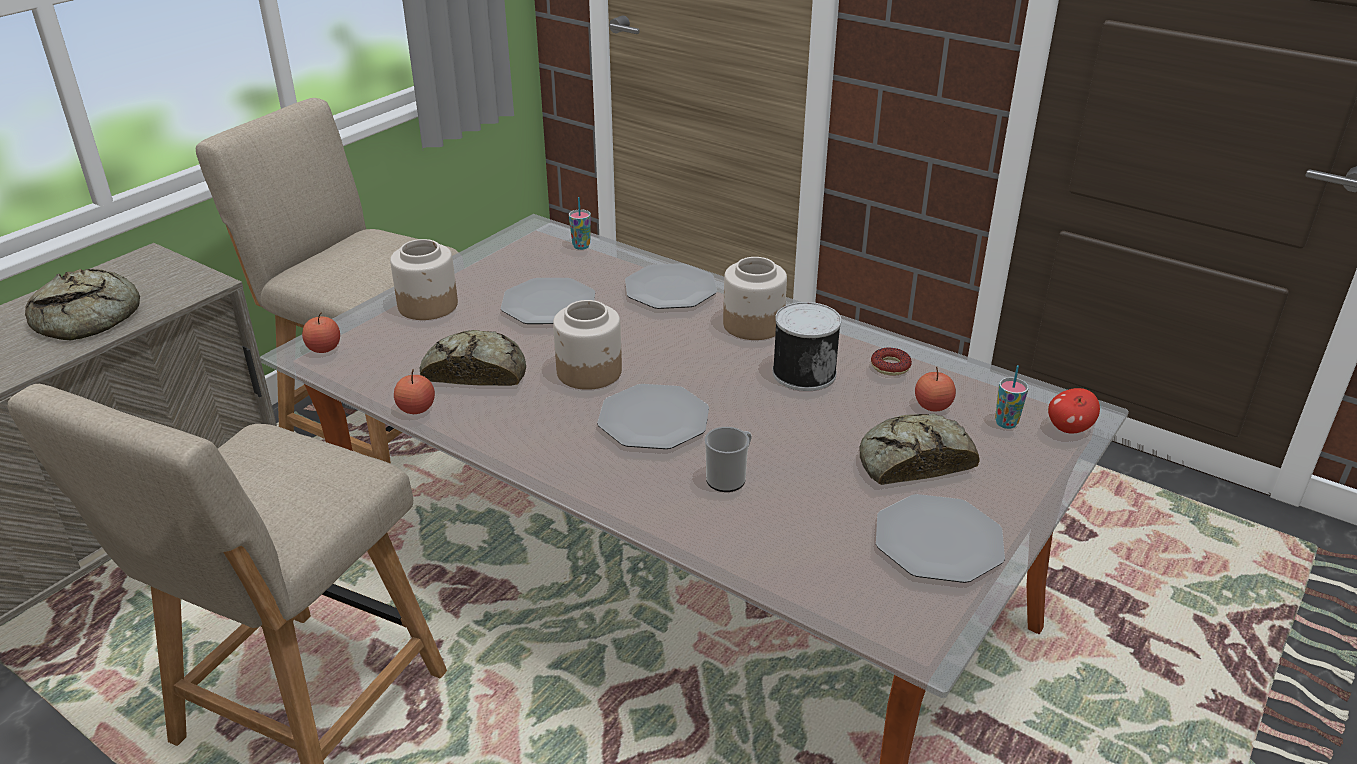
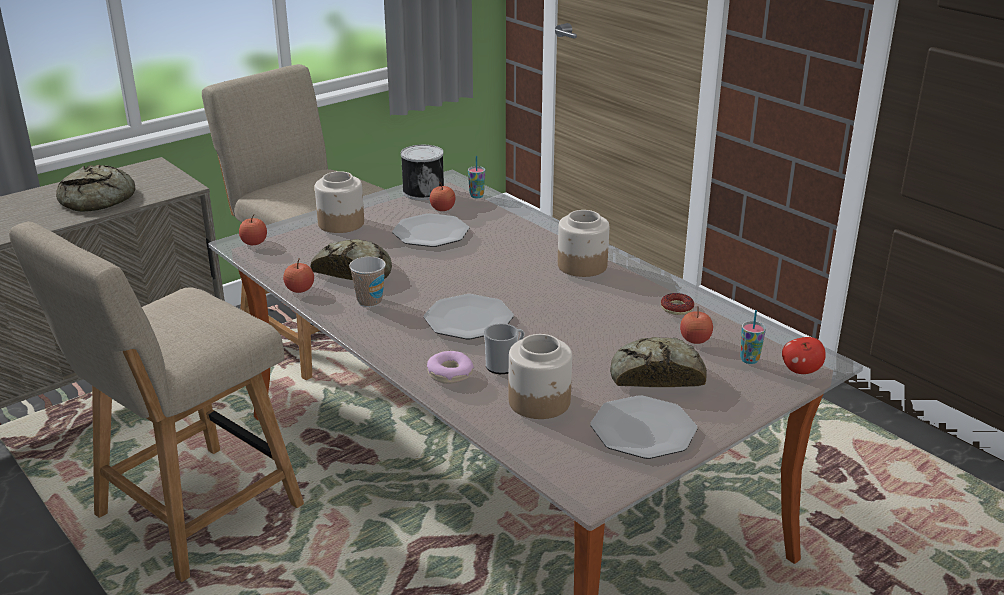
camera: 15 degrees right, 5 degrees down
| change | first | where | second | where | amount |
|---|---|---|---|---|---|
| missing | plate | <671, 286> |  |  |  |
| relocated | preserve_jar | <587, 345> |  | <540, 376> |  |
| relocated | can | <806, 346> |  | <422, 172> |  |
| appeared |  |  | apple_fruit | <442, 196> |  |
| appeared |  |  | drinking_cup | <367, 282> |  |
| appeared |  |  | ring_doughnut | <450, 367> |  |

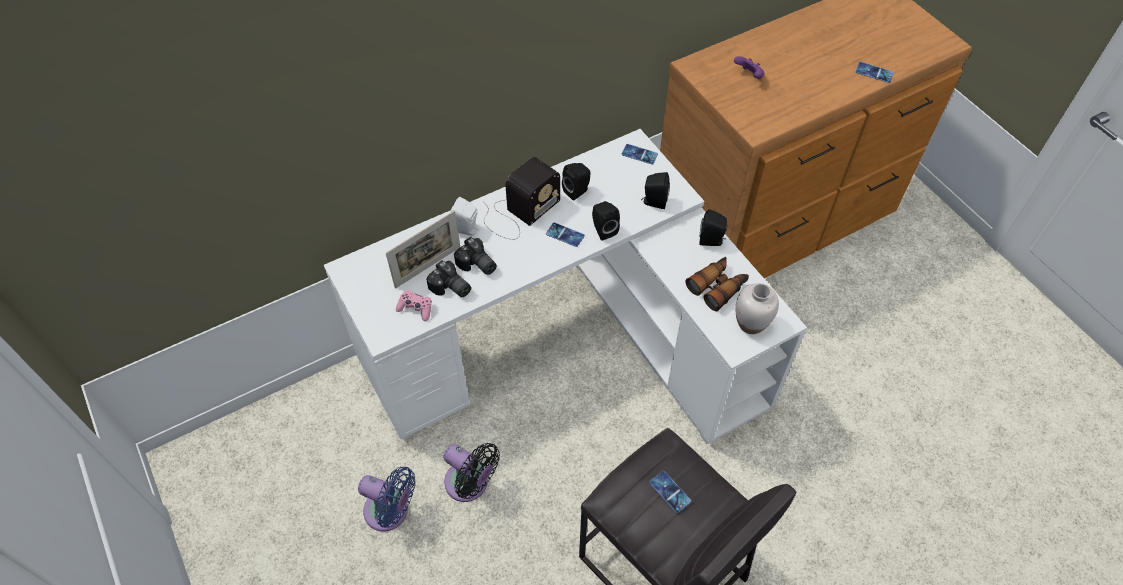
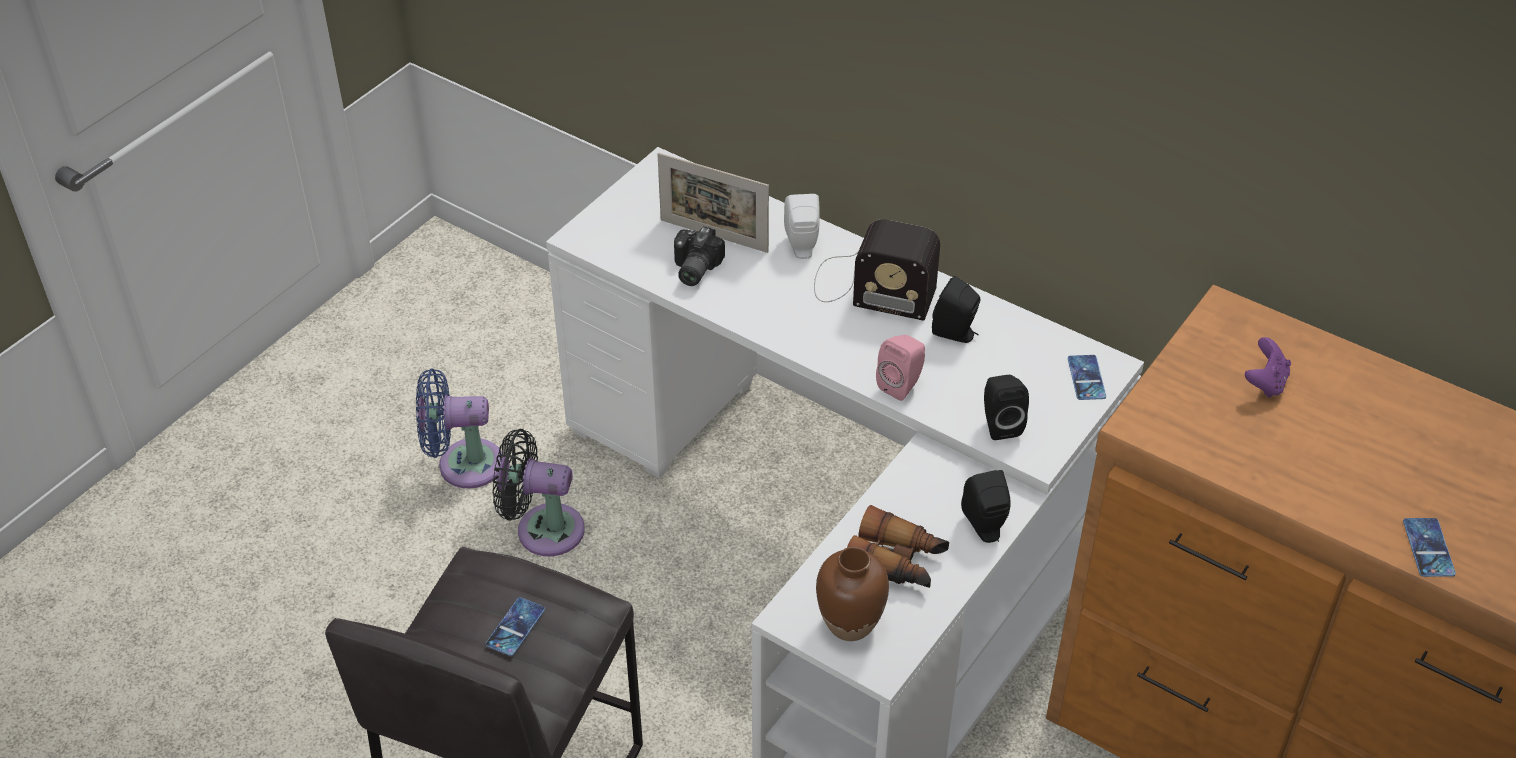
camera: 65 degrees right, 10 degrees down
| change | first | where | second | where | amount |
|---|---|---|---|---|---|
| colour | black_loudspeaker | <606, 220> | pink-coloured_loudspeaker | <900, 368> |  |
| missing | telephone | <565, 234> |  |  |  |
| missing | still_camera | <475, 256> |  |  |  |
| colour | white_flower_vase | <757, 308> | brown-coloured_flower_vase | <852, 594> |  |
| missing | pink-coloured_gamepad | <413, 305> |  |  |  |
| spun | black_electric_fan | <471, 472> |  | <538, 492> | 90 degrees clockwise |
| spun | blue-coloured_electric_fan | <386, 499> |  | <459, 428> | 90 degrees clockwise |

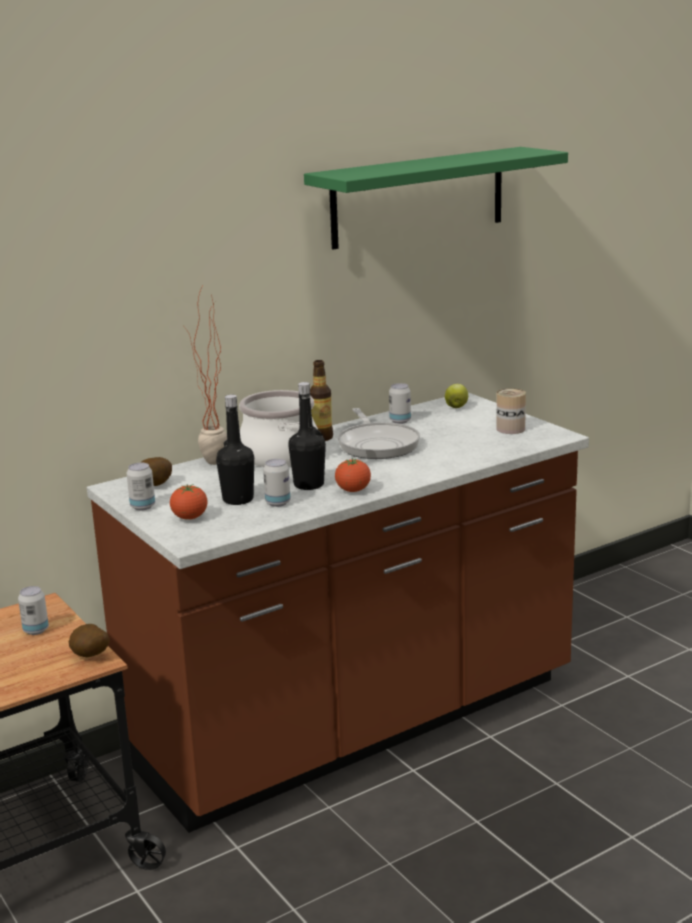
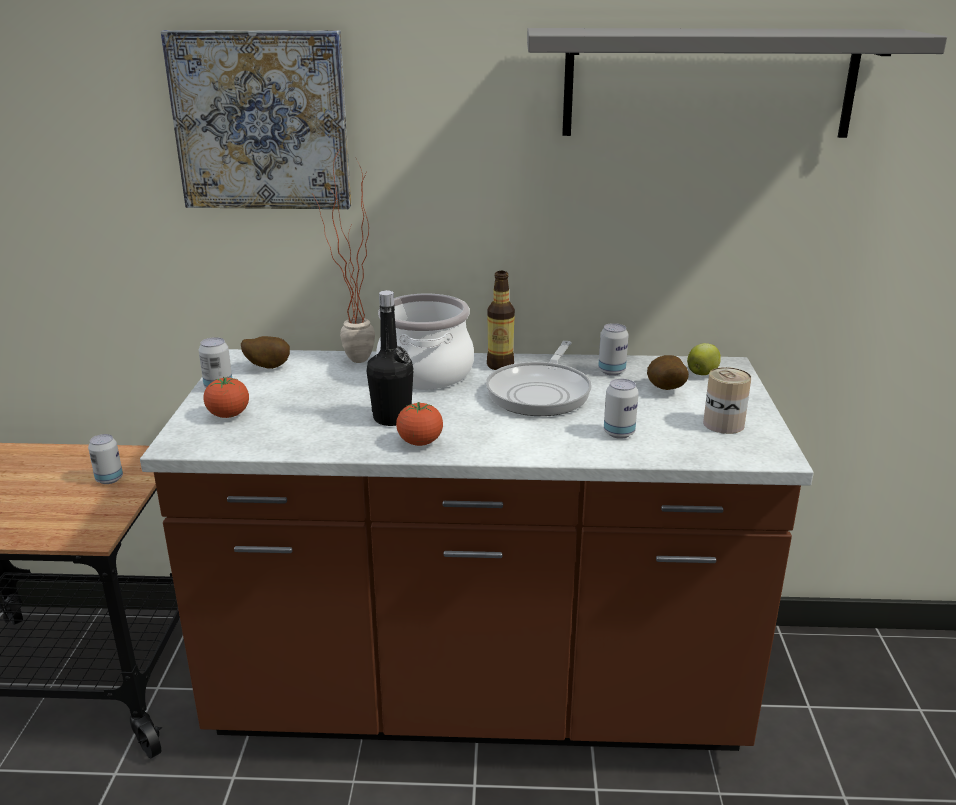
camera: 35 degrees right, 5 degrees up
| change | first | where | second | where | amount |
|---|---|---|---|---|---|
| colour | green-coloured_bracket_shelf | <436, 198> | gray_bracket_shelf | <737, 83> |  |
| missing | black_beverage_bottle | <235, 449> |  |  |  |
| relocated | can | <277, 483> |  | <621, 409> |  |
| relocated | spud | <89, 640> |  | <668, 372> |  |
| appeared |  |  | wall_picture | <256, 119> |  |

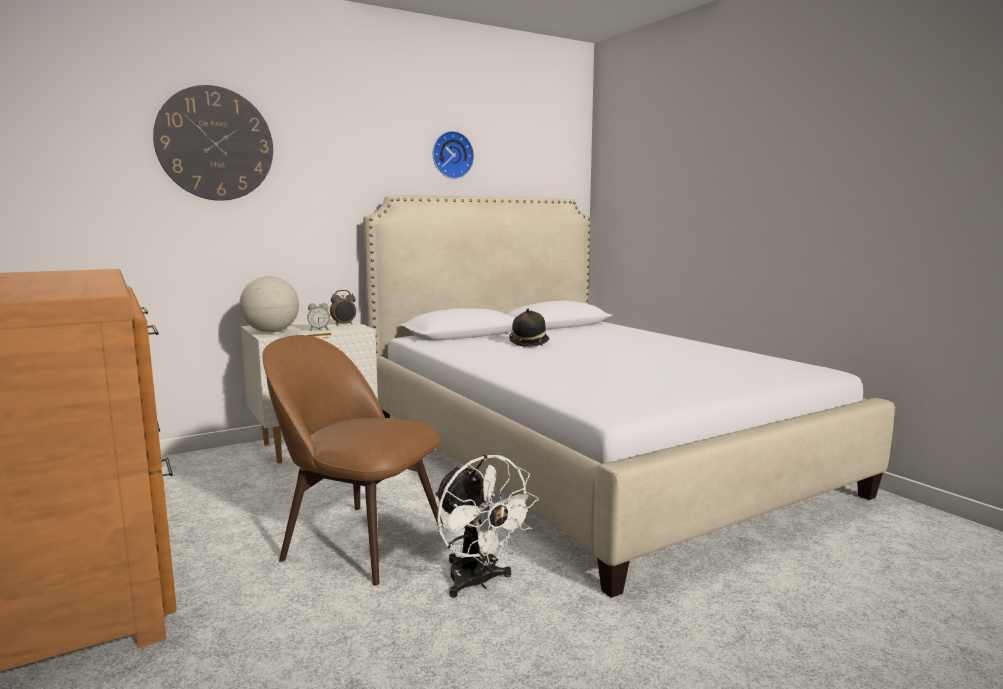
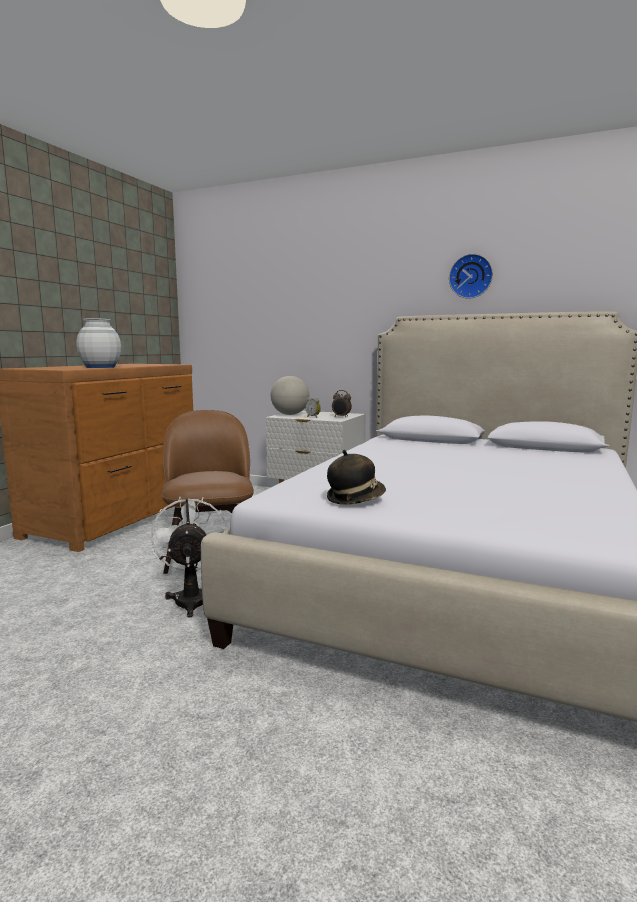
camera: 55 degrees right, 0 degrees up
| change | first | where | second | where | amount |
|---|---|---|---|---|---|
| missing | hanging_clock | <213, 143> |  |  |  |
| relocated | clothing_hat | <529, 327> |  | <356, 477> |  |
| spun | white_electric_fan | <487, 526> |  | <189, 557> | 150 degrees clockwise |
| appeared |  |  | white_flower_vase | <99, 343> |  |

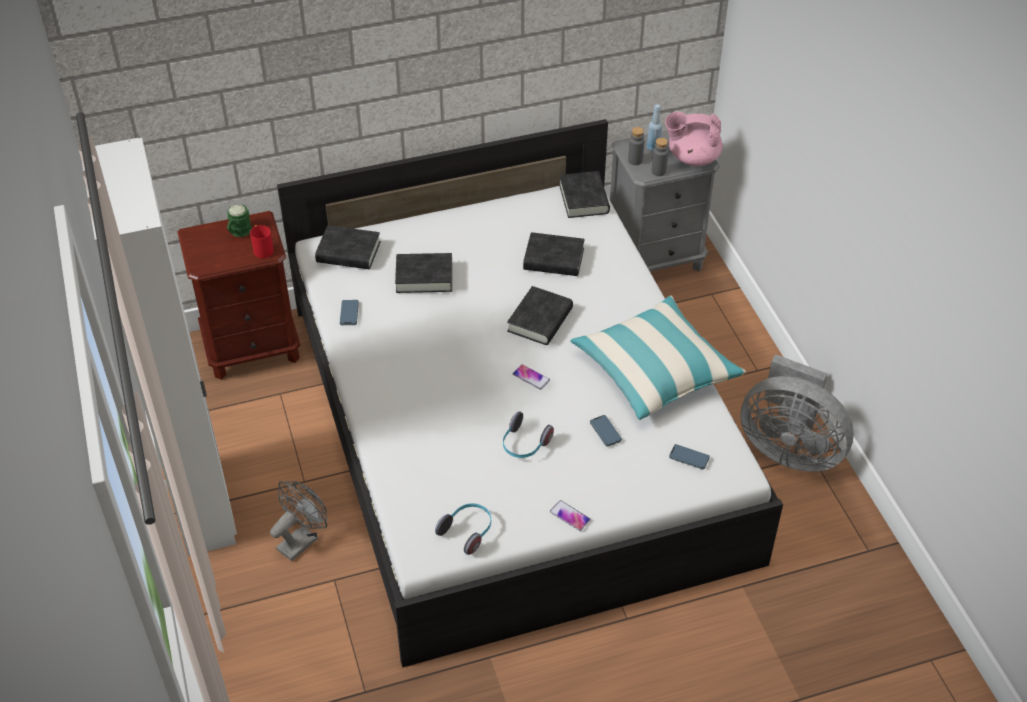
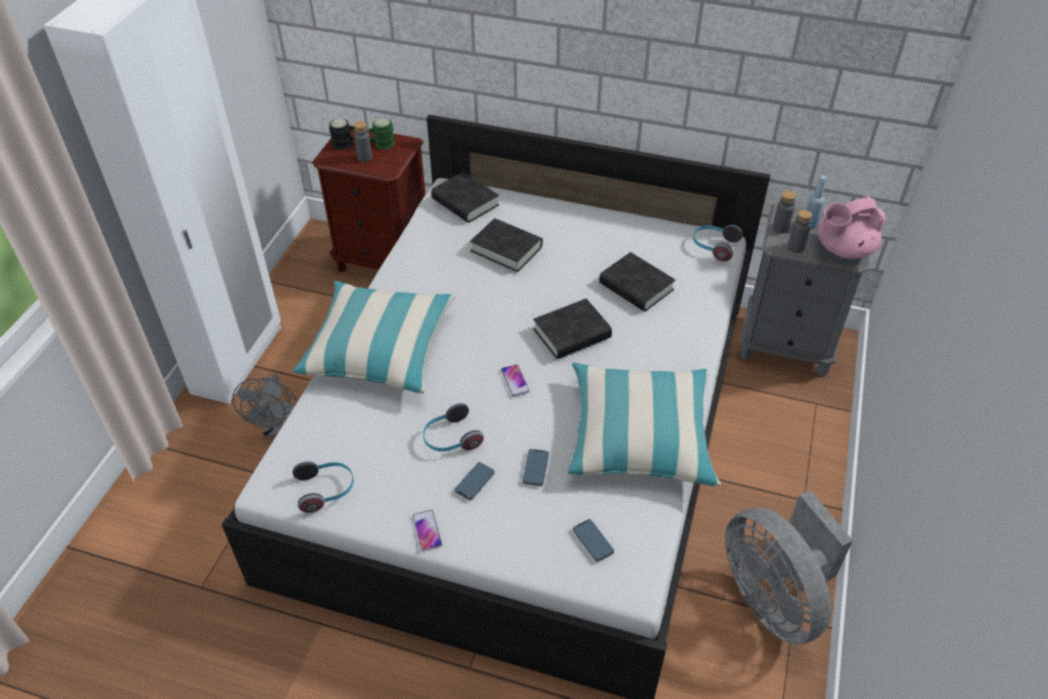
camera: 35 degrees right, 0 degrees up
| change | first | where | second | where | amount |
|---|---|---|---|---|---|
| spun | pink-coloured_tea_pot | <694, 139> |  | <851, 227> | 60 degrees counterclockwise |
| exchanged | black_book | <584, 194> | pair_of_headphones | <718, 243> |  |
| missing | red_coffee_mug | <262, 241> |  |  |  |
| relocated | telephone | <349, 312> |  | <475, 481> |  |
| spun | gray_electric_fan | <298, 521> |  | <264, 405> | 105 degrees clockwise |
| appeared |  |  | black_coffee_mug | <342, 134> |  |
| appeared |  |  | gray_beverage_bottle | <363, 141> |  |
| appeared |  |  | cushion | <374, 337> |  |

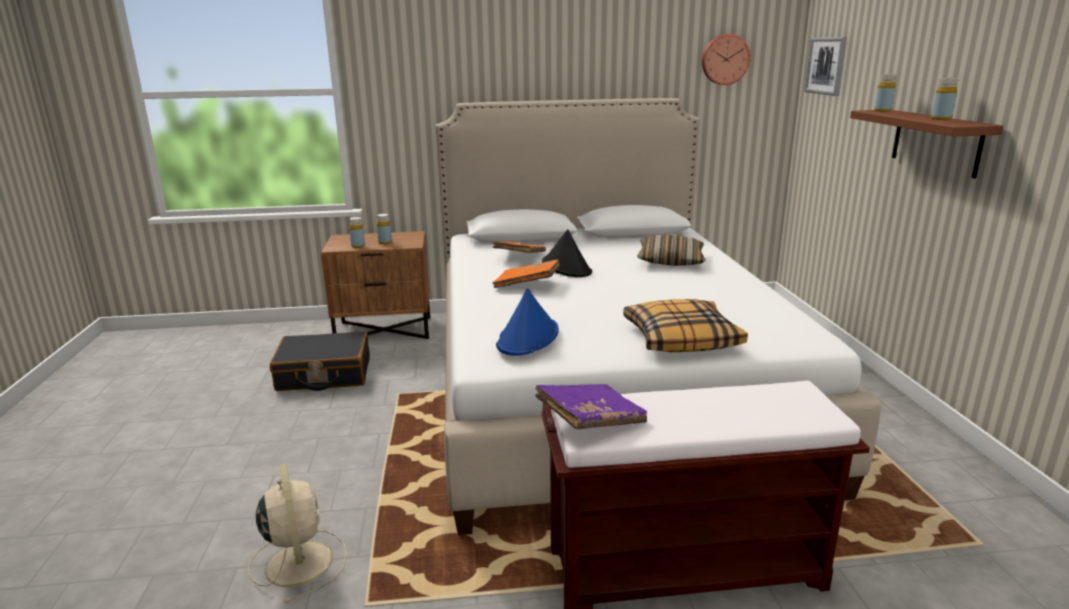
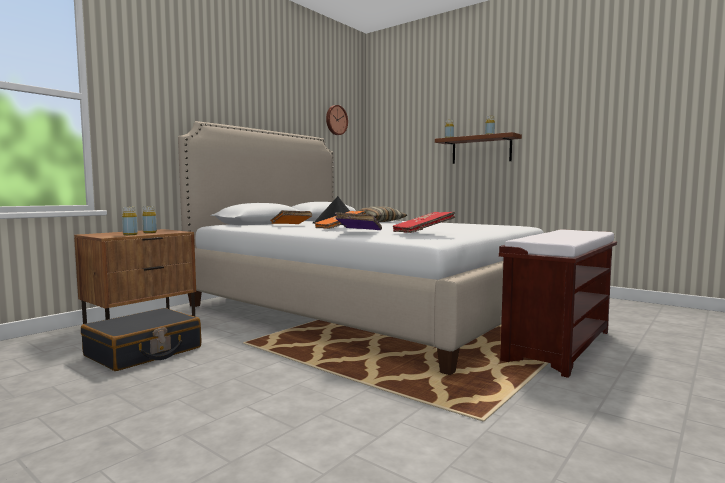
camera: 45 degrees left, 15 degrees down
| change | first | where | second | where | amount |
|---|---|---|---|---|---|
| missing | wall_picture | <825, 66> |  |  |  |
| exchanged | blue-coloured_clothing_hat | <527, 322> | red_book | <424, 222> |  |
| missing | cushion | <685, 325> |  |  |  |
| relocated | purplish_book | <591, 406> |  | <358, 221> |  |
| missing | beige_electric_fan | <297, 533> |  |  |  |

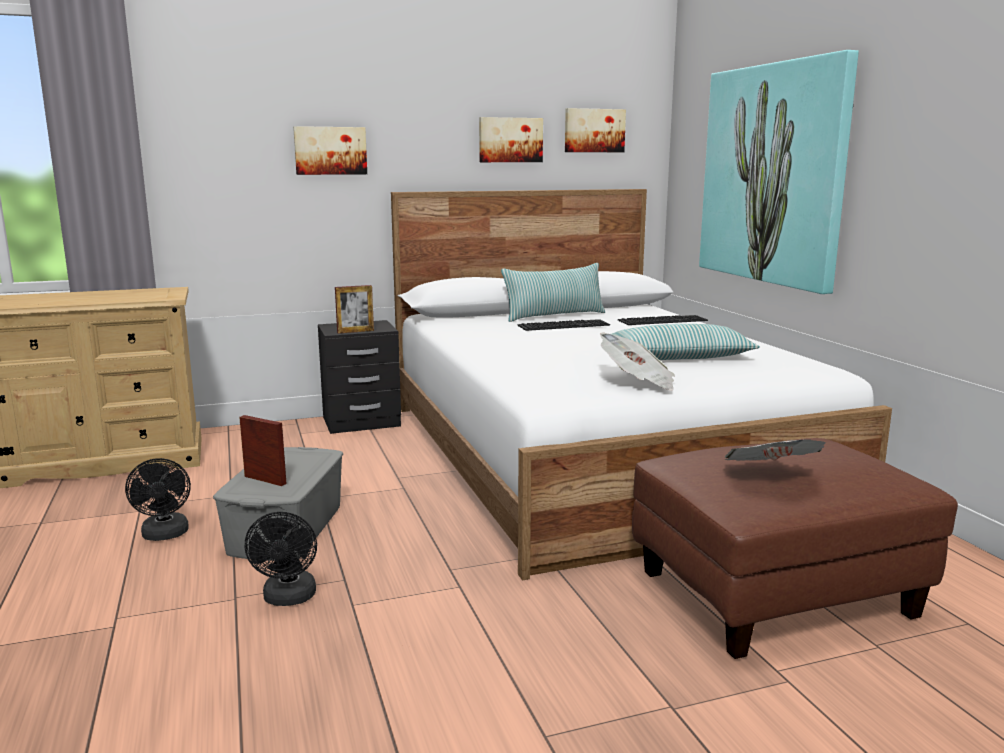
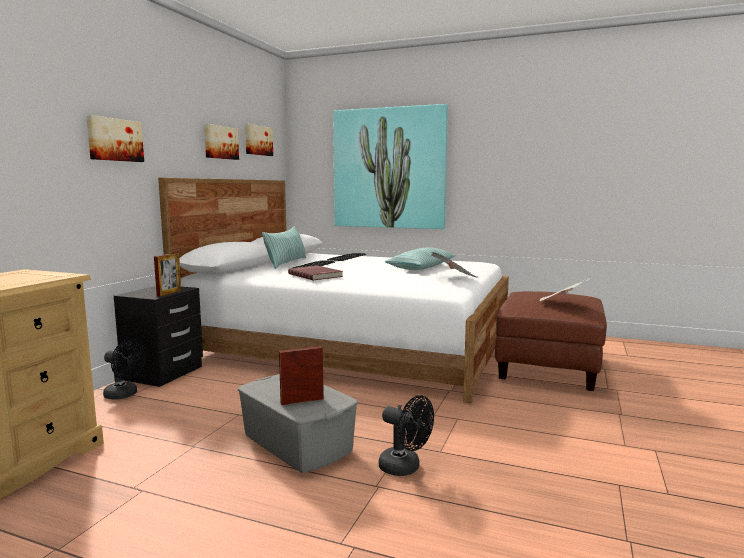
camera: 50 degrees left, 5 degrees down
| change | first | where | second | where | amount |
|---|---|---|---|---|---|
| relocated | black_electric_fan | <158, 499> |  | <124, 369> |  |
| appeared |  |  | red_book | <315, 273> |  |

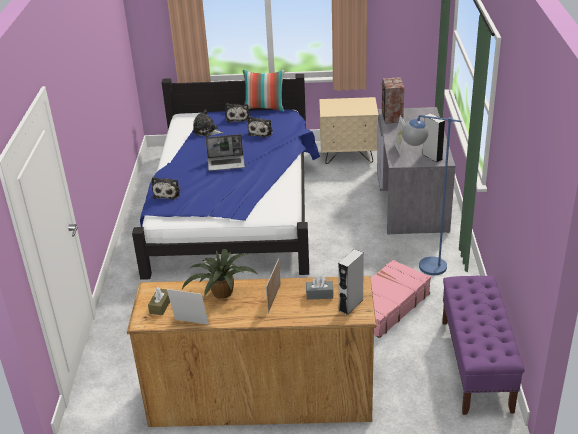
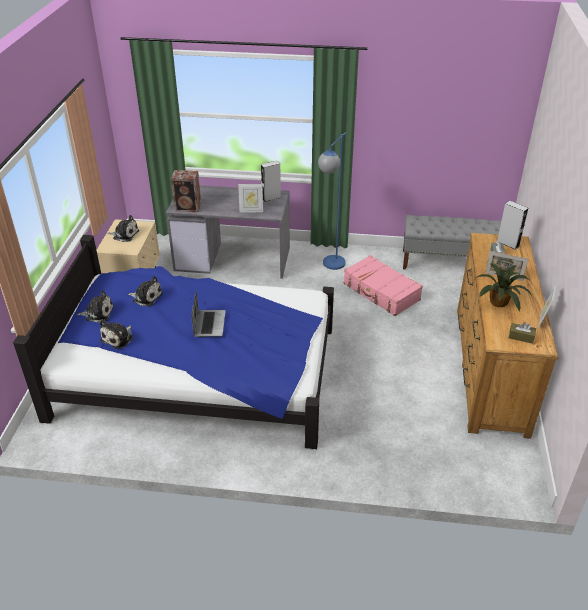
camera: 85 degrees left, 5 degrees up
| change | first | where | second | where | amount |
|---|---|---|---|---|---|
| missing | cushion | <264, 90> |  |  |  |
| relocated | soft_toy | <166, 188> |  | <123, 228> |  |
| colour | purplish_bench | <483, 345> | gray_bench | <452, 242> |  |

